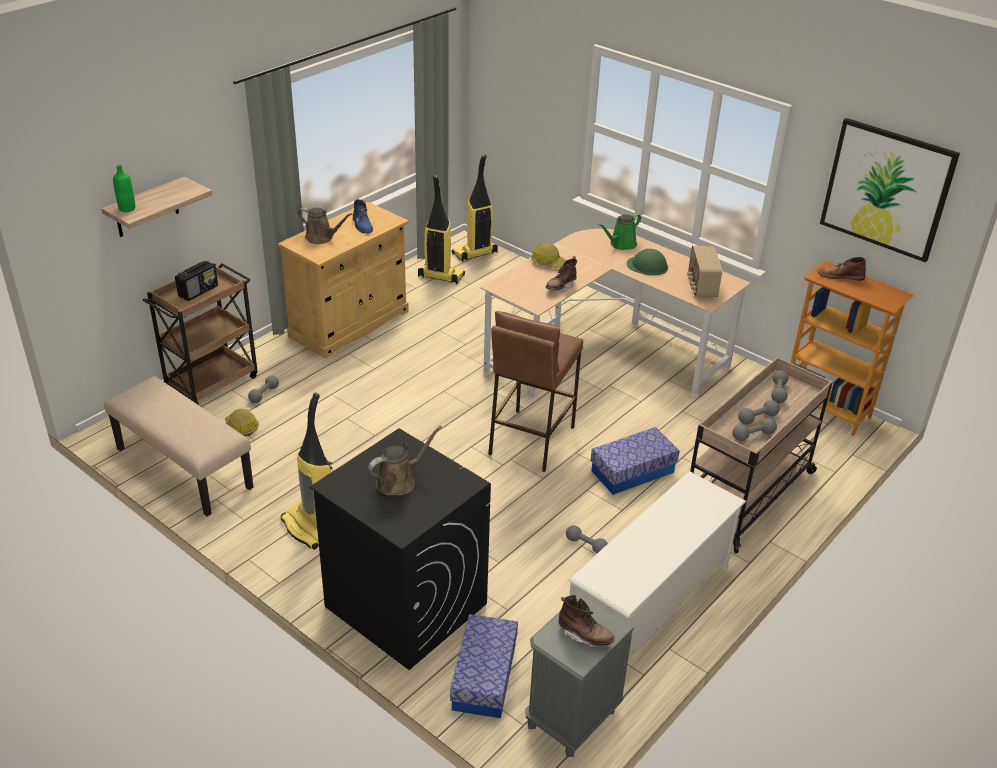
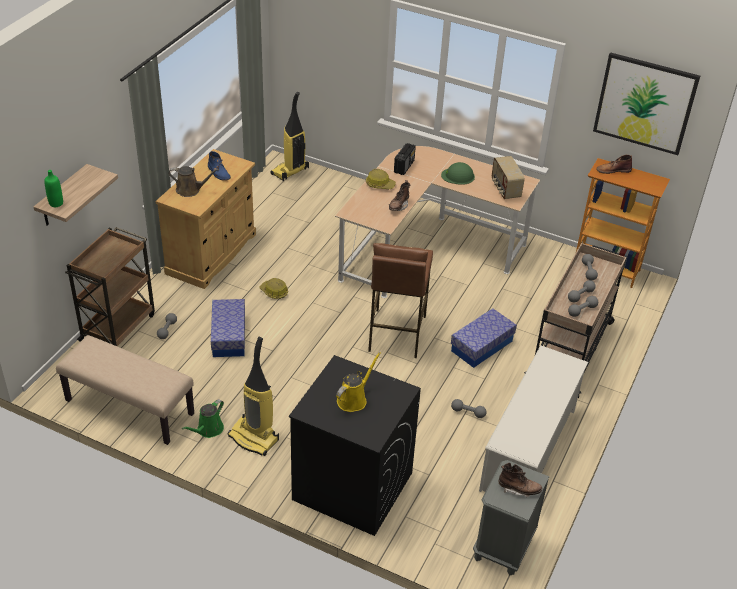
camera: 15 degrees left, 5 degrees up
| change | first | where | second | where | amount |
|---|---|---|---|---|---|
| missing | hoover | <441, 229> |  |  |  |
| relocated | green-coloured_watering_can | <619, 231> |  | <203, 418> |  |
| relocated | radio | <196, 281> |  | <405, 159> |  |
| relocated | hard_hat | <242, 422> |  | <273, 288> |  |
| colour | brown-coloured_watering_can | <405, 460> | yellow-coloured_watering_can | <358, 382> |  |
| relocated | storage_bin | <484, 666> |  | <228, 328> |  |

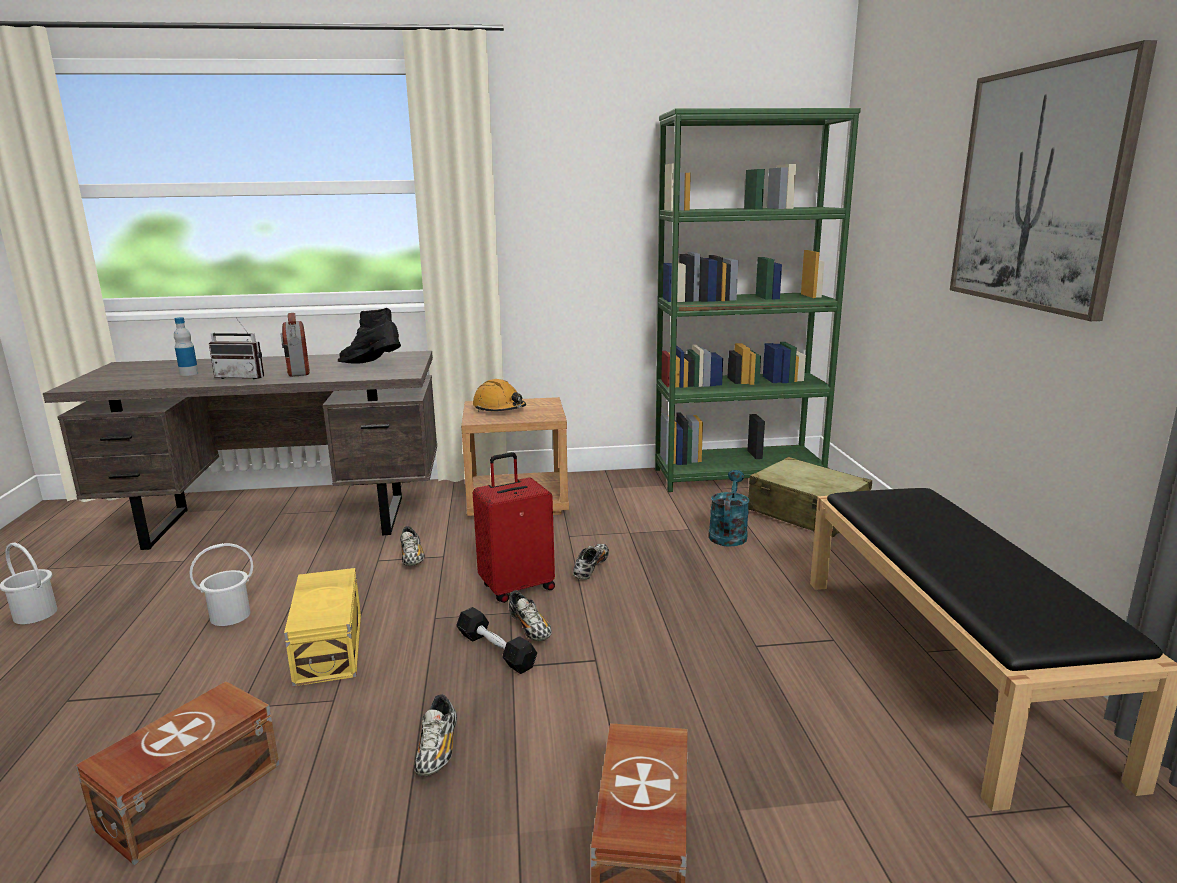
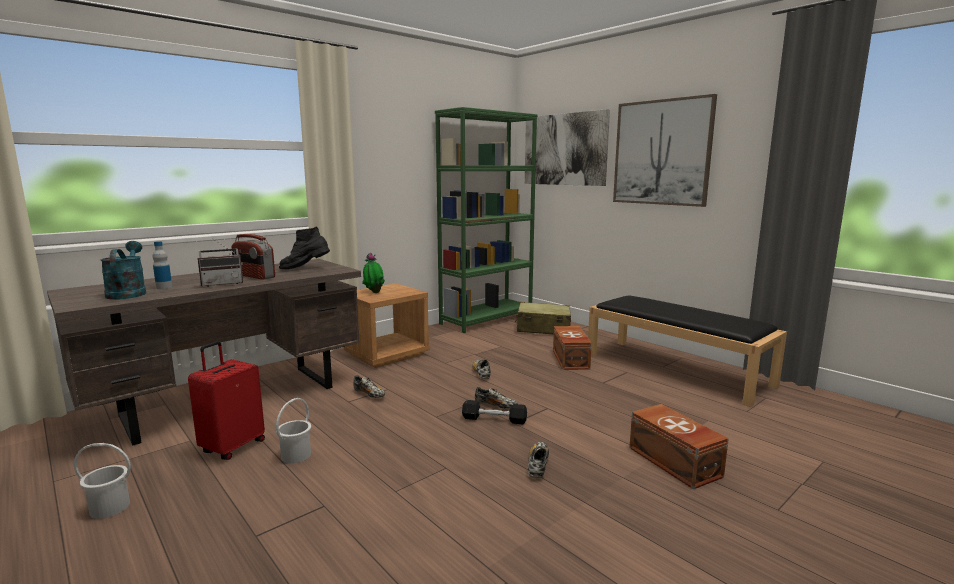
camera: 35 degrees left, 5 degrees down
| change | first | where | second | where | amount |
|---|---|---|---|---|---|
| exchanged | orange_hard_hat | <499, 395> | plant_in_a_pot | <373, 273> |  |
| relocated | red_travel_case | <514, 527> |  | <226, 400> |  |
| relocated | blue-green_watering_can | <729, 508> |  | <123, 270> |  |
| missing | yellow-coloured_storage_bin | <322, 627> |  |  |  |
| relocated | brown-coloured_storage_bin | <177, 773> |  | <572, 348> |  |
| spun | shoe | <435, 735> |  | <538, 460> | 135 degrees counterclockwise |
| appeared |  |  | wall_picture | <567, 147> |  |

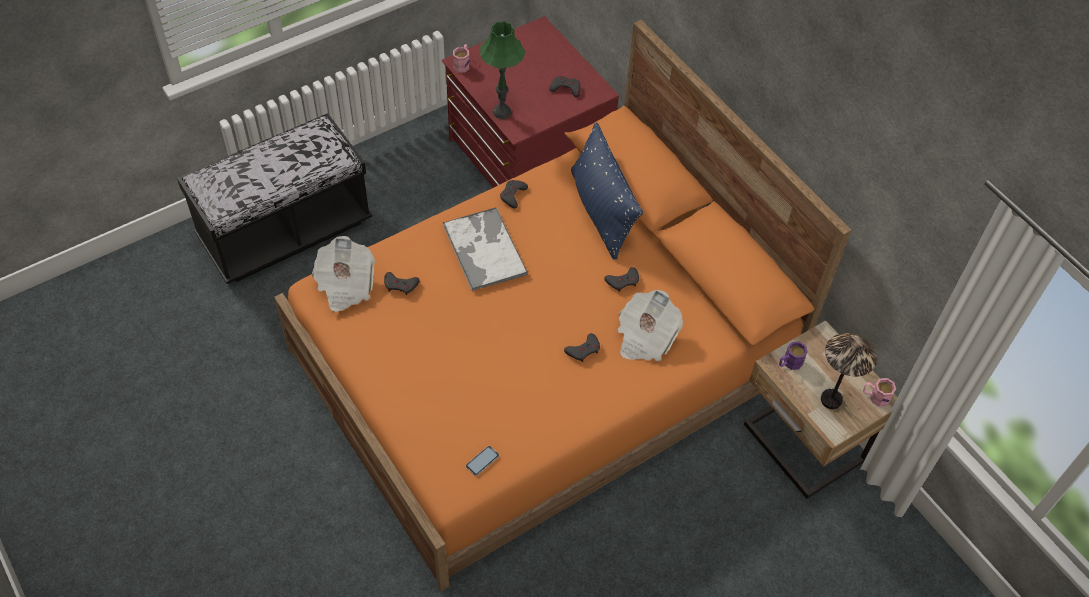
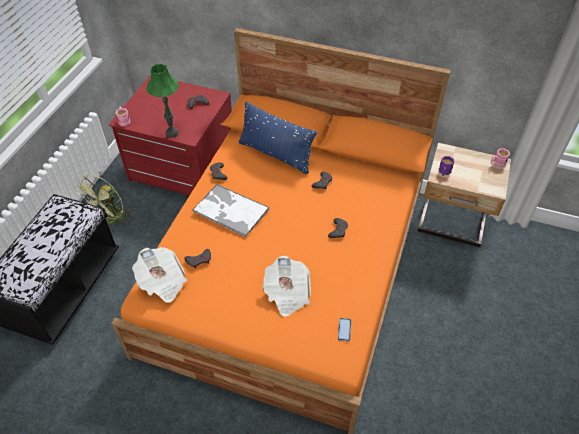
camera: 35 degrees left, 5 degrees down
| change | first | where | second | where | amount |
|---|---|---|---|---|---|
| relocated | printed_paper | <650, 325> |  | <286, 286> |  |
| missing | table_lamp | <849, 371> |  |  |  |
| appeared |  |  | green-coloured_electric_fan | <104, 199> |  |

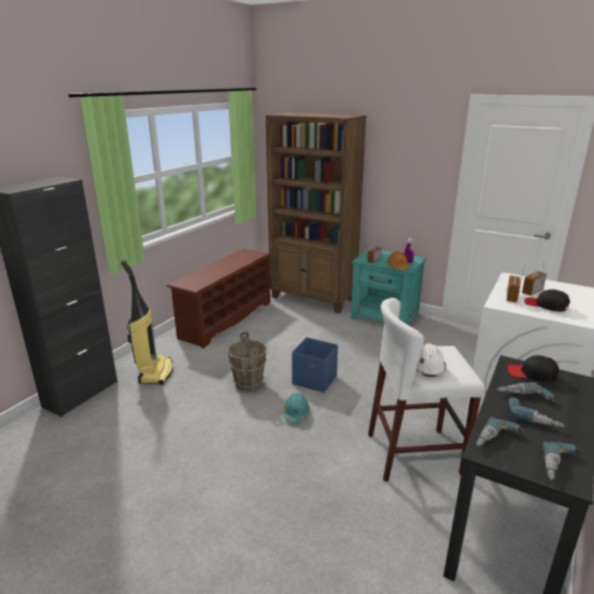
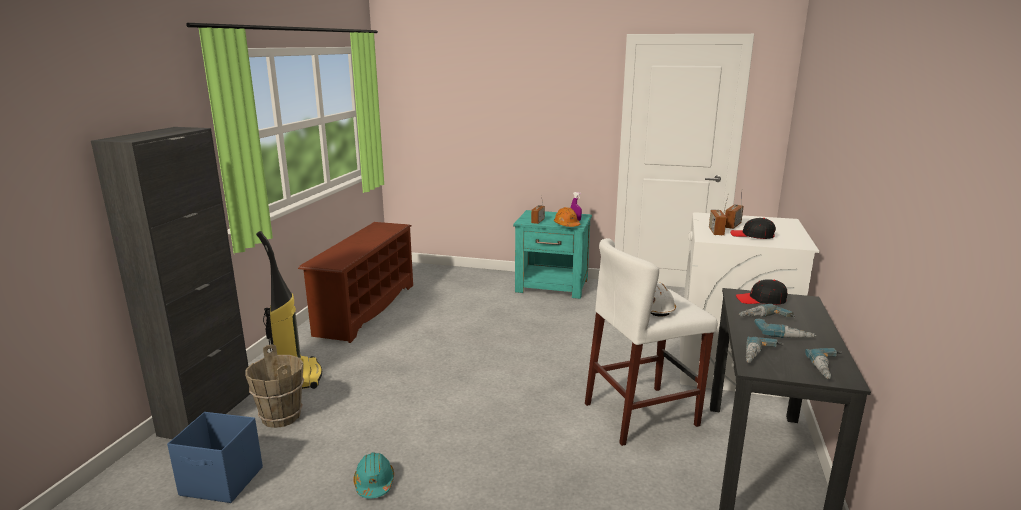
camera: 15 degrees left, 5 degrees down
| change | first | where | second | where | amount |
|---|---|---|---|---|---|
| missing | brown-coloured_shelving_unit | <316, 213> |  |  |  |
| relocated | brown-coloured_bucket | <247, 361> |  | <274, 386> |  |
| relocated | blue-coloured_storage_bin | <315, 365> |  | <215, 457> |  |
| relocated | blue-green_hard_hat | <296, 407> |  | <373, 475> |  |

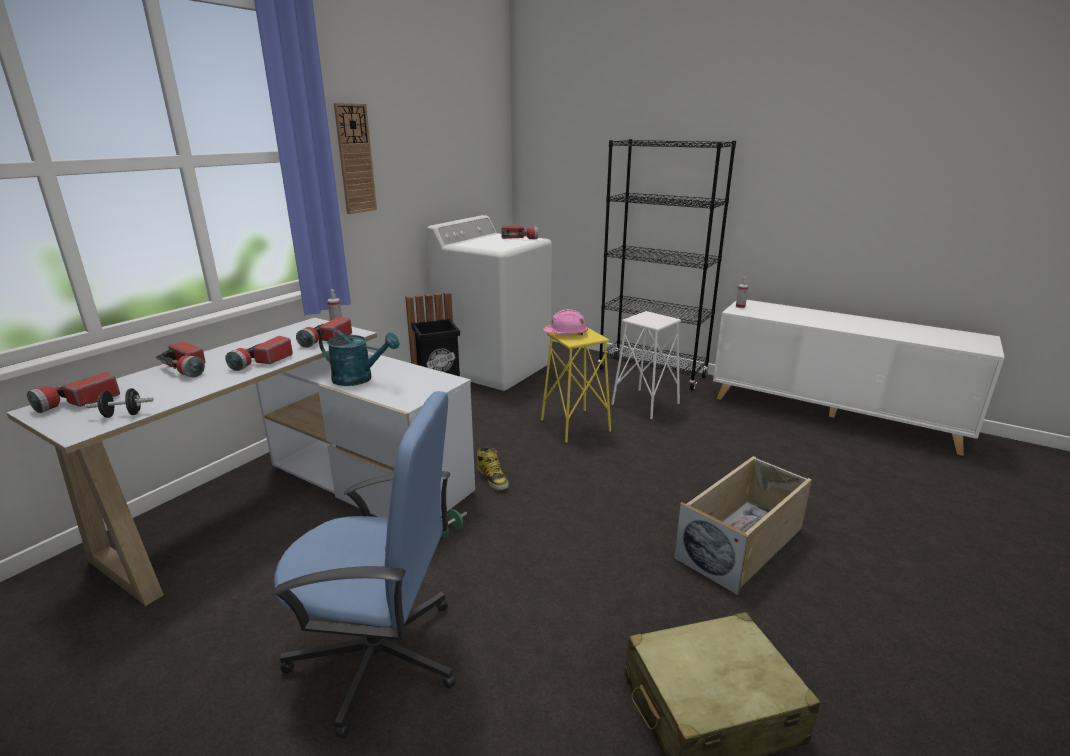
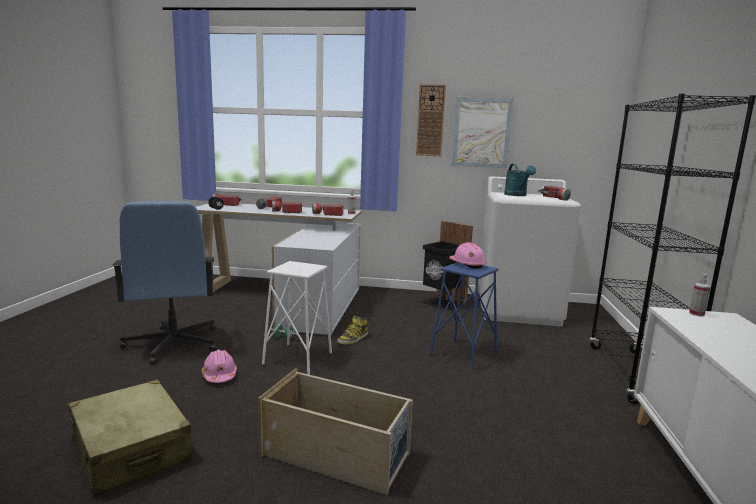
camera: 65 degrees right, 10 degrees down
| change | first | where | second | where | amount |
|---|---|---|---|---|---|
| relocated | white_stool | <646, 365> |  | <297, 317> |  |
| relocated | blue-green_watering_can | <359, 357> |  | <520, 180> |  |
| colour | yellow-coloured_stool | <576, 385> | blue-coloured_stool | <464, 316> |  |
| appeared |  |  | wall_picture | <482, 132> |  |
| appeared |  |  | pink-coloured_hard_hat | <219, 366> |  |

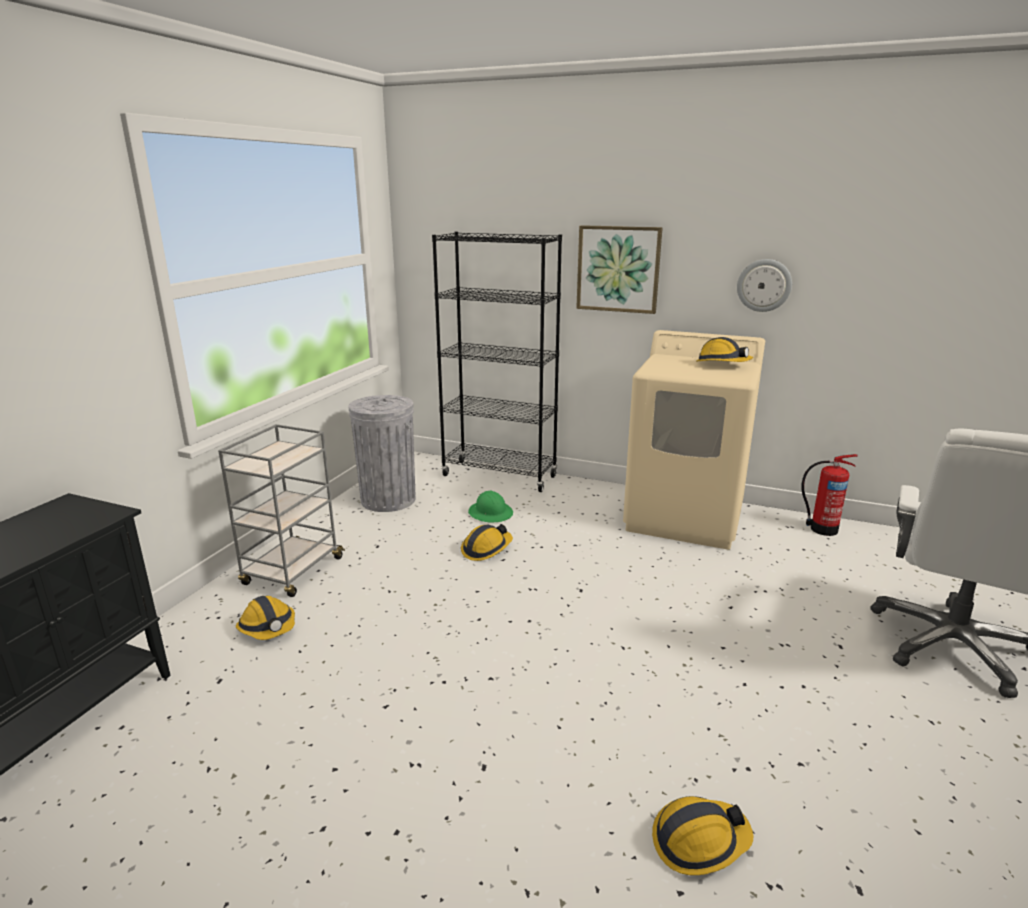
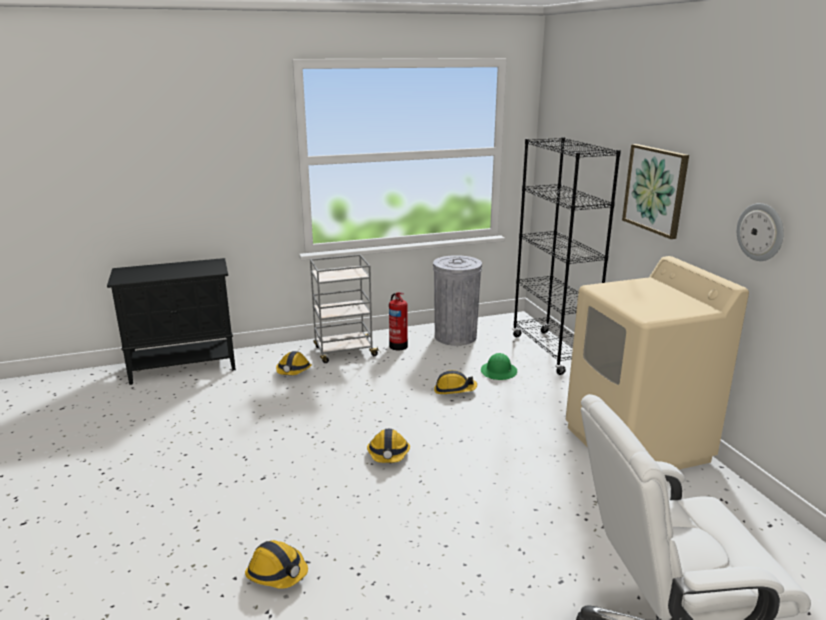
camera: 50 degrees right, 0 degrees up
| change | first | where | second | where | amount |
|---|---|---|---|---|---|
| relocated | hard_hat | <724, 349> |  | <388, 446> |  |
| relocated | fire-fighting_cylinder | <829, 495> |  | <398, 321> |  |

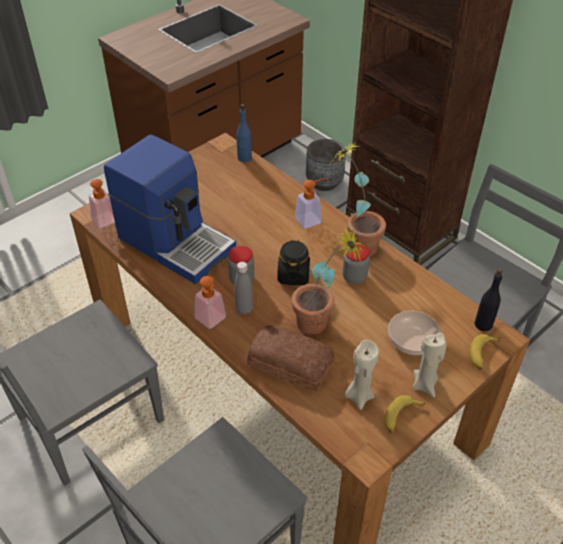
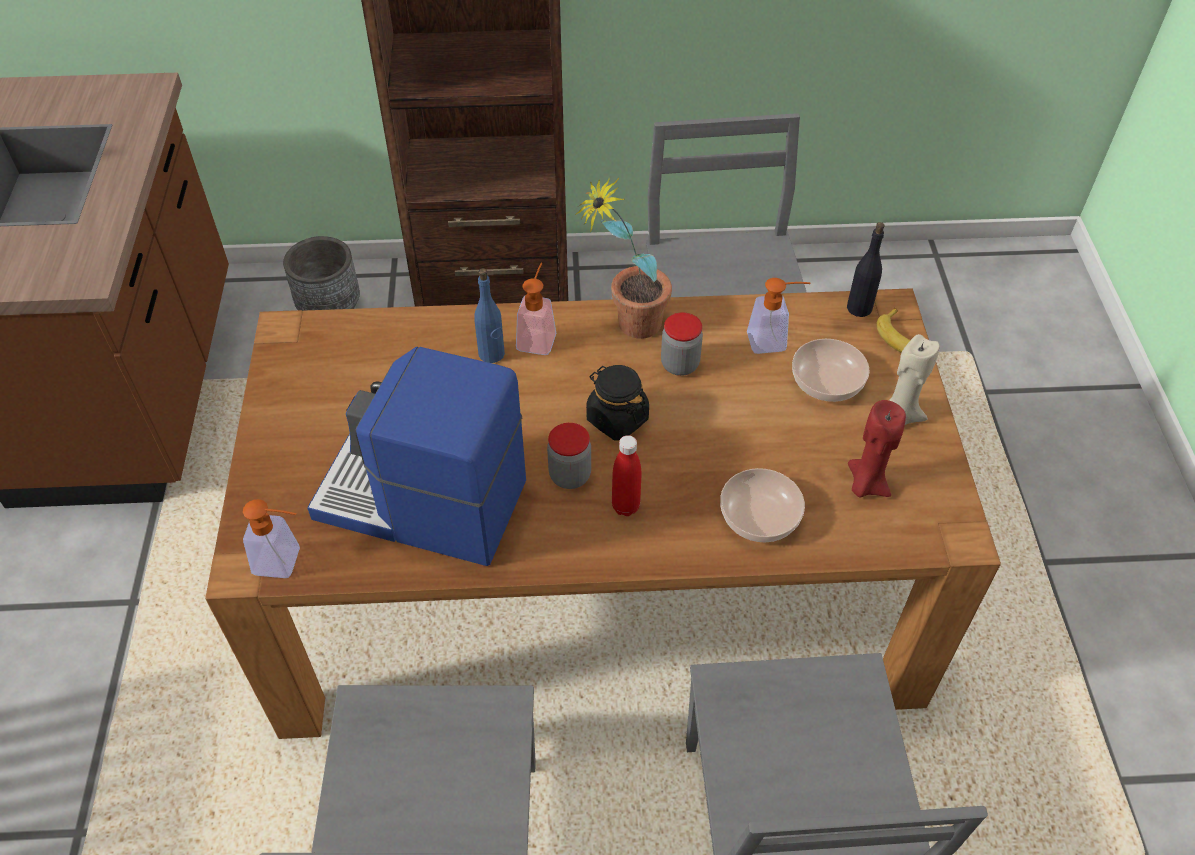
camera: 50 degrees left, 5 degrees up
| change | first | where | second | where | amount |
|---|---|---|---|---|---|
| relocated | blue-coloured_beverage_bottle | <244, 133> |  | <489, 315> |  |
| spun | coffee_maker | <170, 209> |  | <416, 456> | 150 degrees counterclockwise |
| missing | plant_in_a_pot | <328, 280> |  |  |  |
| colour | gray_beverage_bottle | <243, 288> | red_beverage_bottle | <626, 475> |  |
| relocated | liquid_soap_bottle | <210, 302> |  | <778, 316> |  |
| exchanged | baked_bread | <291, 358> | serving_bowl | <762, 505> |  |
| colour | beige_candle | <362, 375> | red_candle | <877, 449> |  |
| missing | whole_banana | <404, 414> |  |  |  |

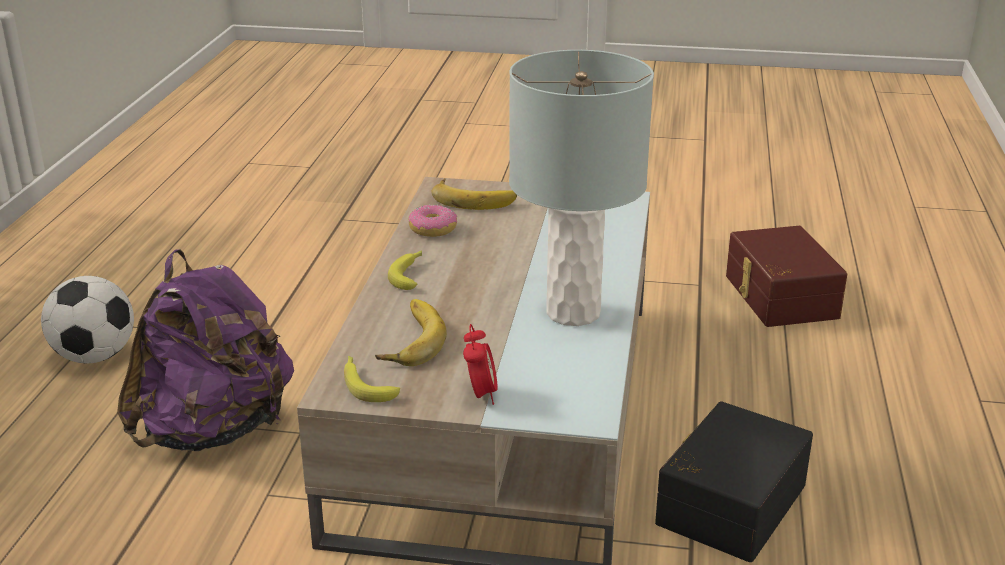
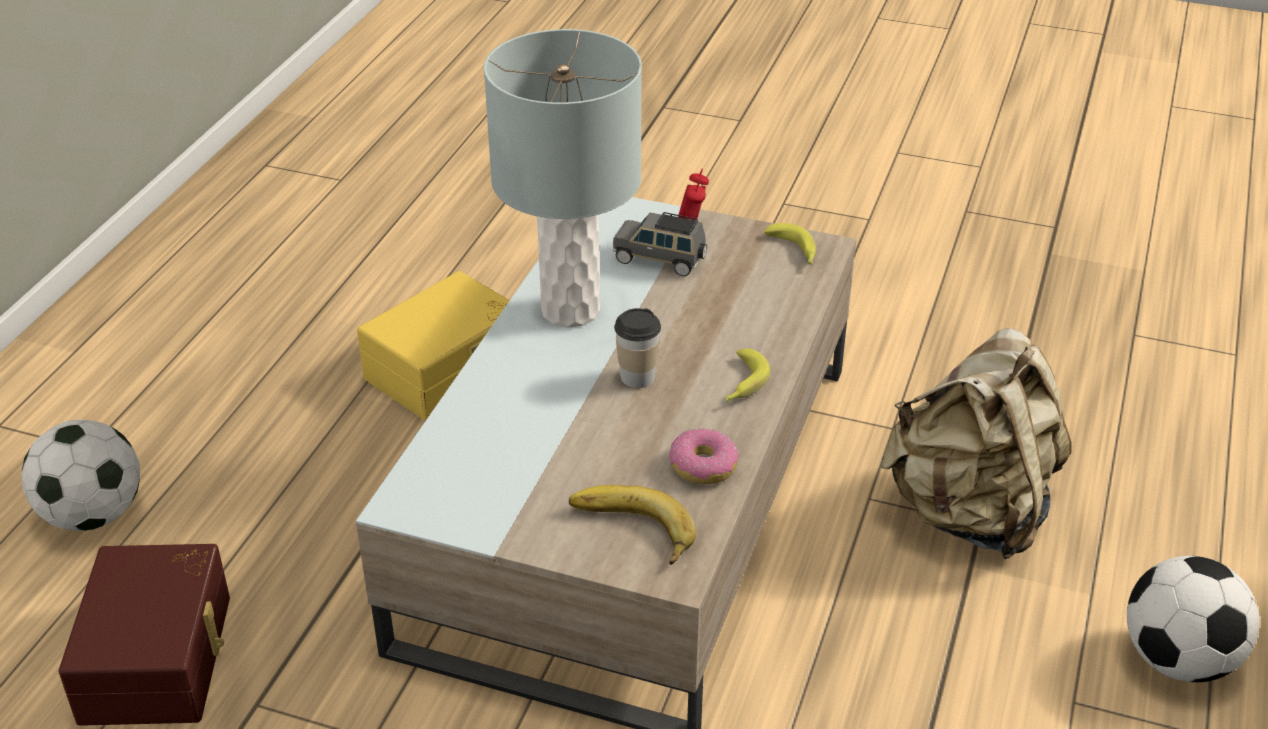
camera: 170 degrees left, 10 degrees up
| change | first | where | second | where | amount |
|---|---|---|---|---|---|
| colour | purplish_rucksack | <205, 350> | beige_rucksack | <976, 443> |  |
| missing | whole_banana | <411, 332> |  |  |  |
| colour | black_storage_bin | <734, 481> | yellow-coloured_storage_bin | <433, 346> |  |
| appeared |  |  | gray_toy_car | <660, 244> |  |
| appeared |  |  | drinking_cup | <637, 348> |  |
| appeared |  |  | ball_for_football | <81, 475> |  |

